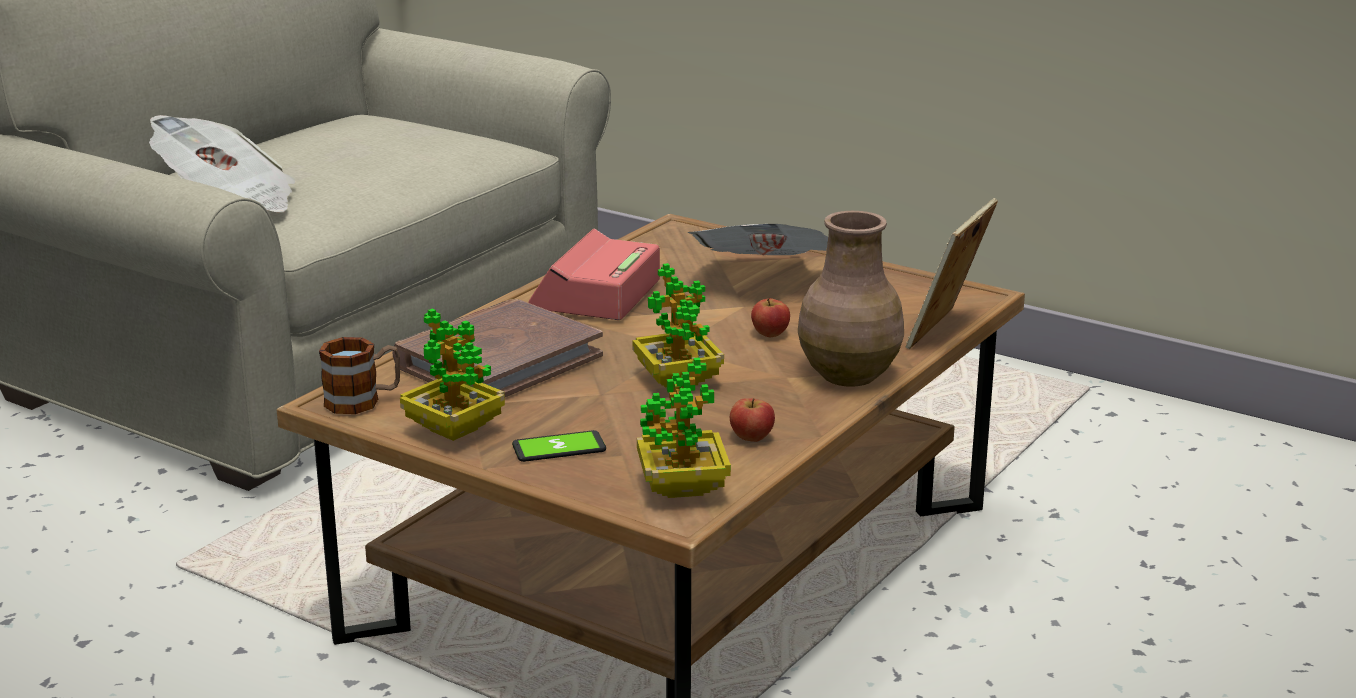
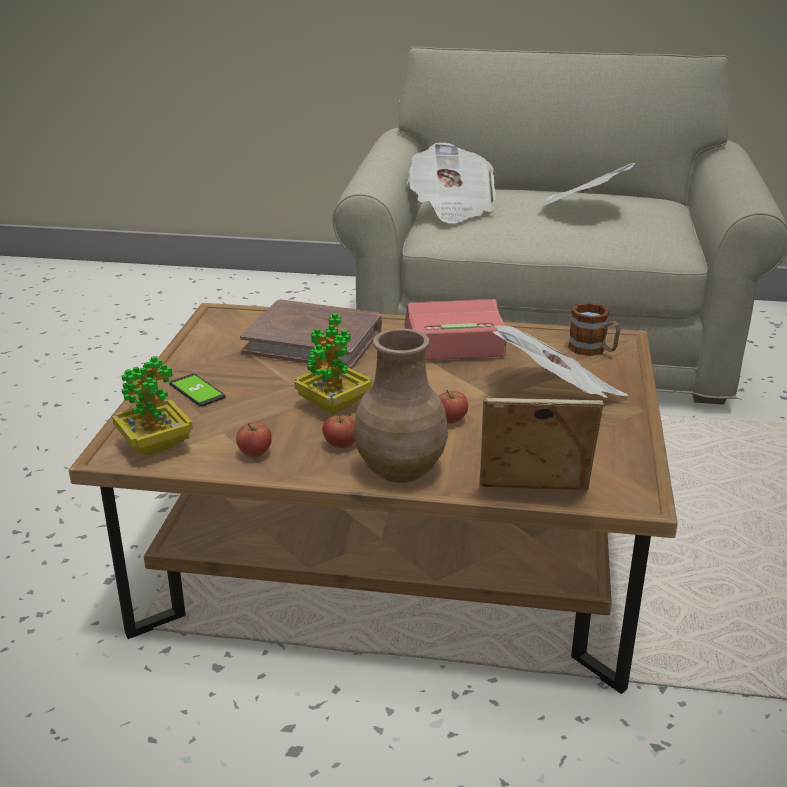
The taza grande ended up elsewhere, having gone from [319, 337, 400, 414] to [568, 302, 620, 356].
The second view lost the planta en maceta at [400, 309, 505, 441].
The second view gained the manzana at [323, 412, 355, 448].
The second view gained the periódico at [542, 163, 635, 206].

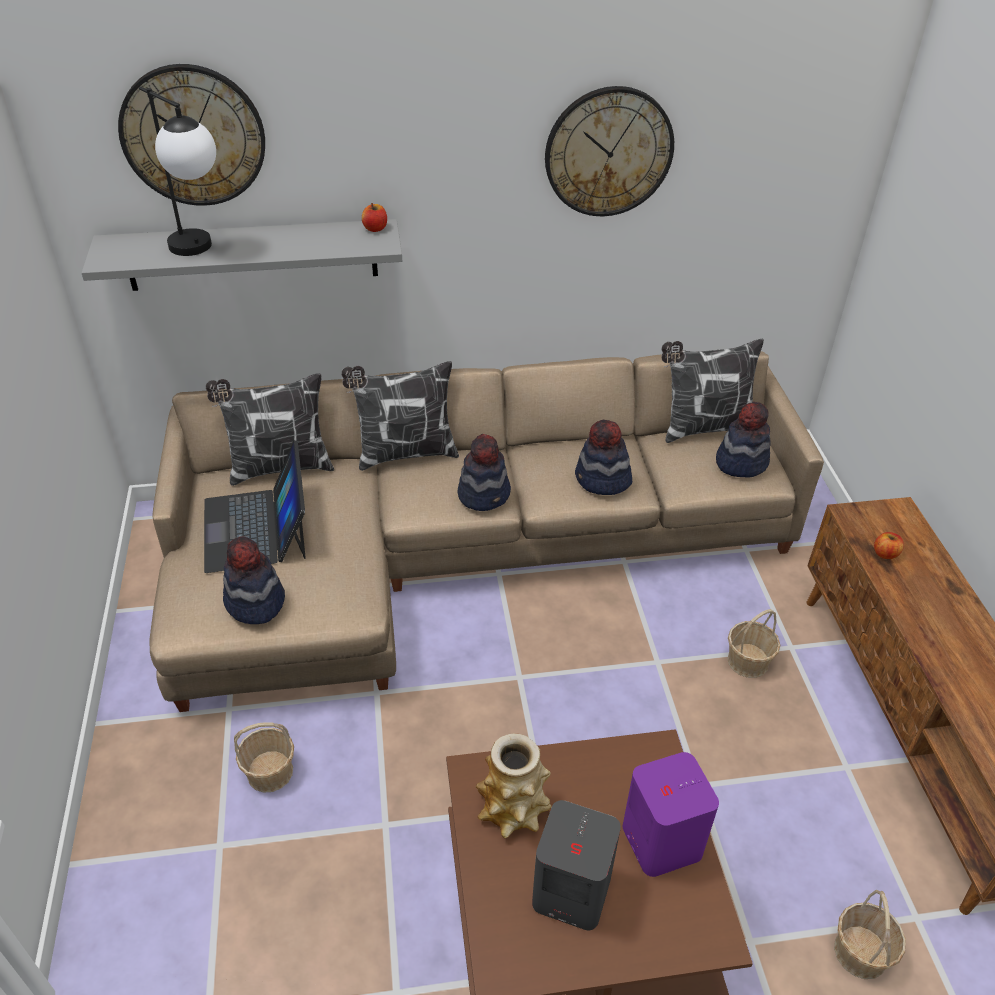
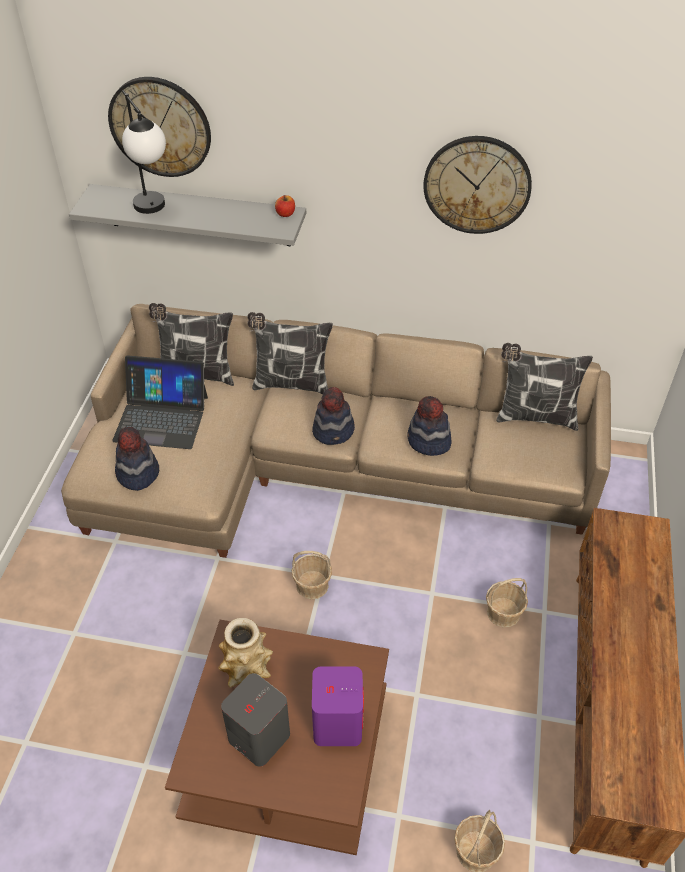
The portátil at [204, 441, 306, 573] ended up facing another way, 90 degrees counterclockwise from before.
The cesta ended up elsewhere, having gone from [234, 722, 294, 793] to [292, 551, 332, 599].
The second view lost the sombrero at [716, 402, 771, 477].
The second view lost the manzana at [874, 532, 904, 559].

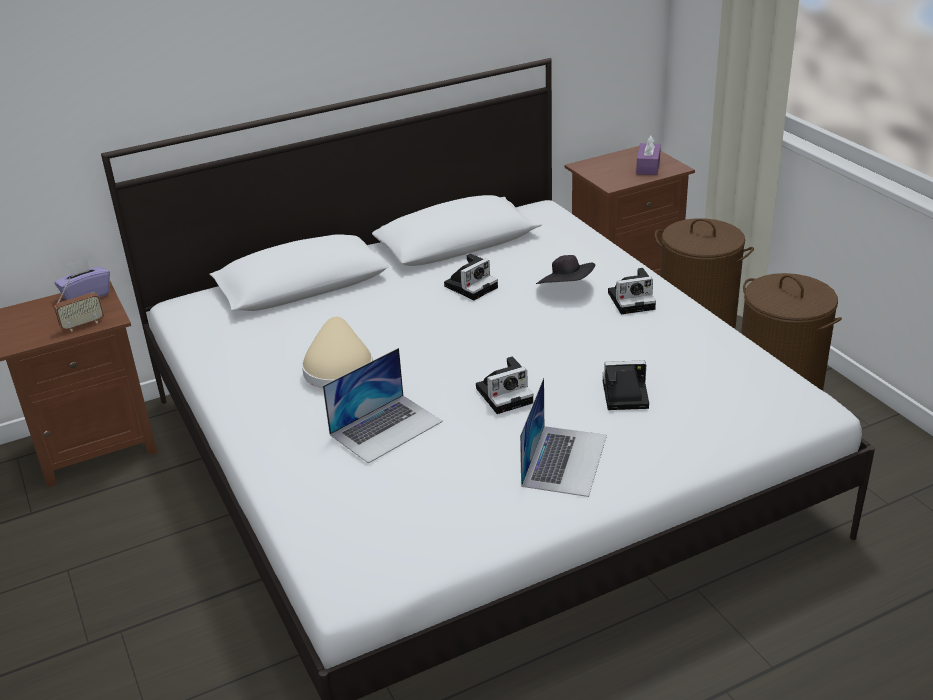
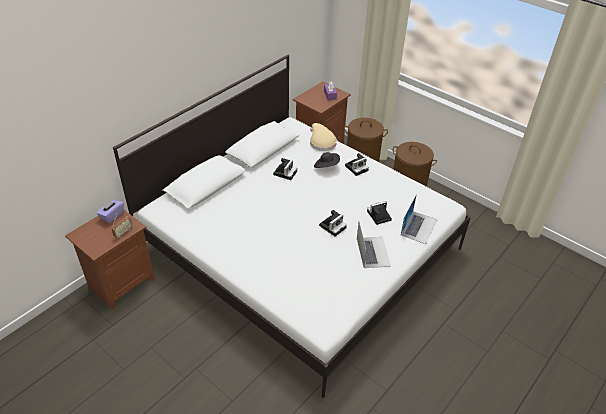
The sombrero [beis] ended up elsewhere, having gone from [302, 317, 373, 389] to [310, 123, 337, 151].
The portátil ended up elsewhere, having gone from [323, 348, 443, 464] to [401, 194, 437, 244].

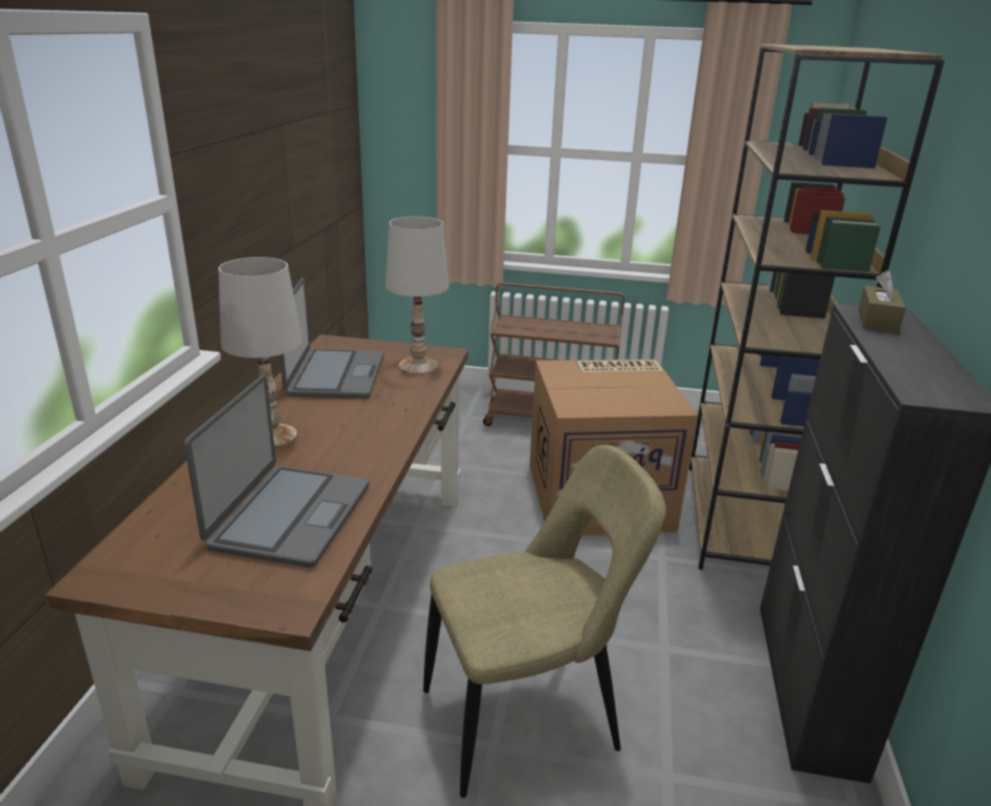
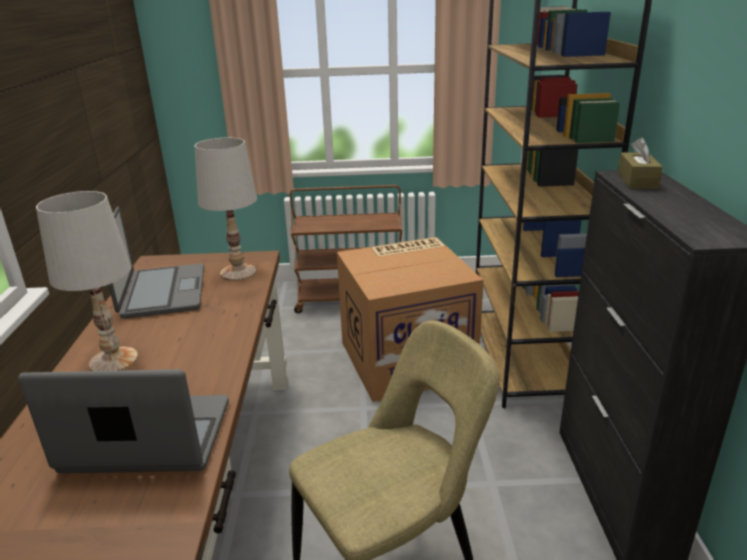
The portátil at [184, 375, 369, 568] ended up facing another way, 90 degrees counterclockwise from before.

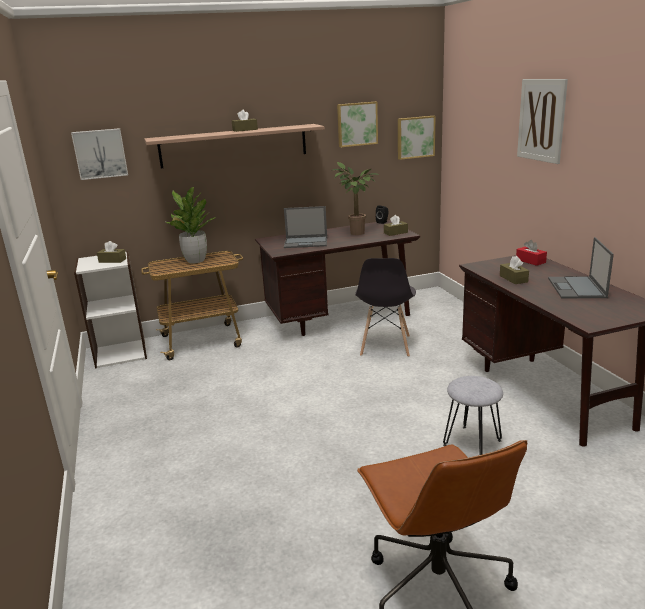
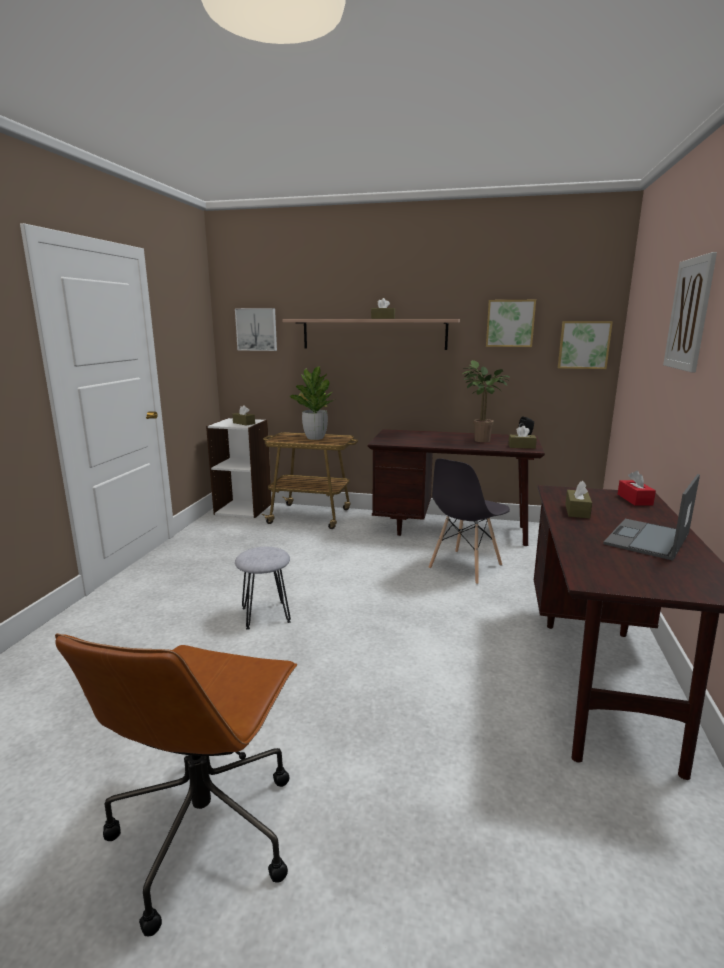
The second view lost the portátil at [284, 206, 327, 248].
The taburete [gris] ended up elsewhere, having gone from [443, 376, 503, 455] to [235, 547, 291, 630].

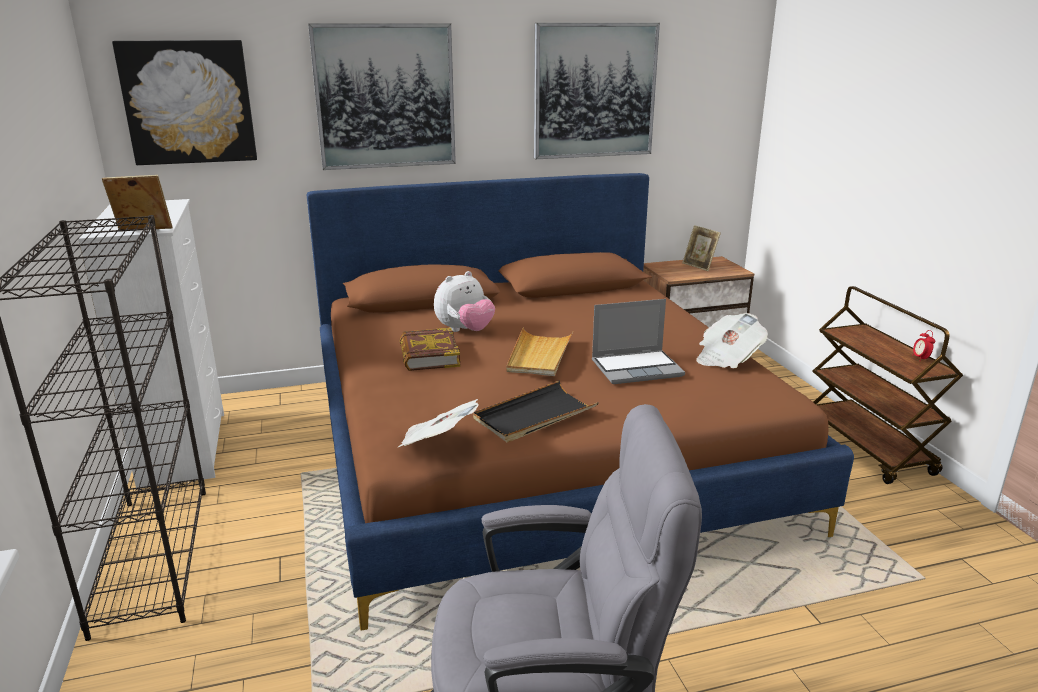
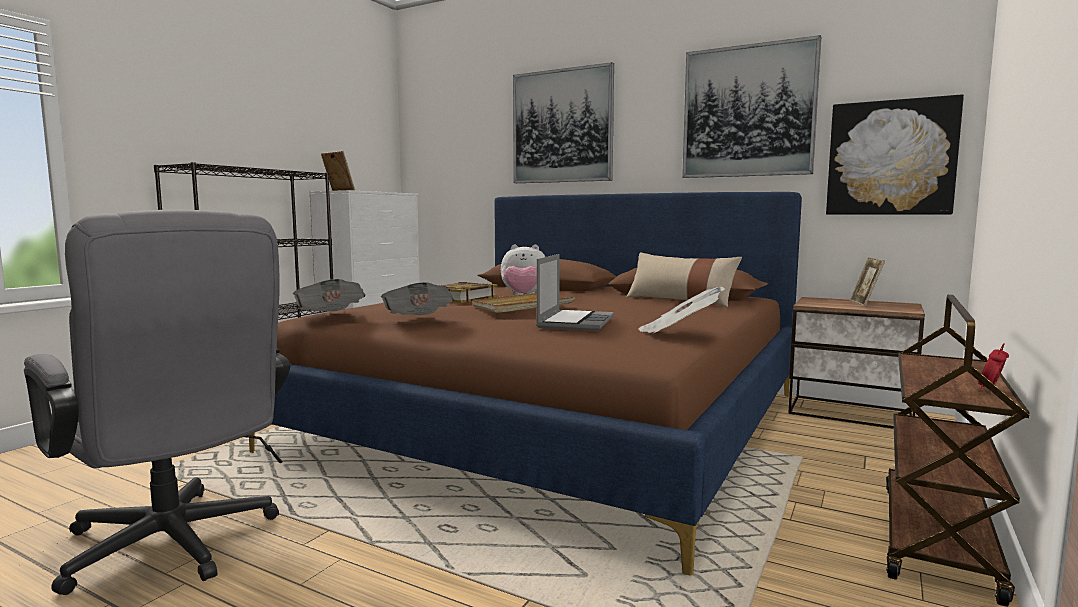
The cuadro ended up elsewhere, having gone from [112, 40, 257, 165] to [826, 95, 964, 215].
Where the bandeja [negro] stood at [473, 381, 599, 442], the periódico came to stand at [381, 282, 454, 315].
The portátil at [592, 299, 685, 384] ended up facing another way, 105 degrees counterclockwise from before.
The second view gained the cojín [beis] at [627, 252, 742, 307].

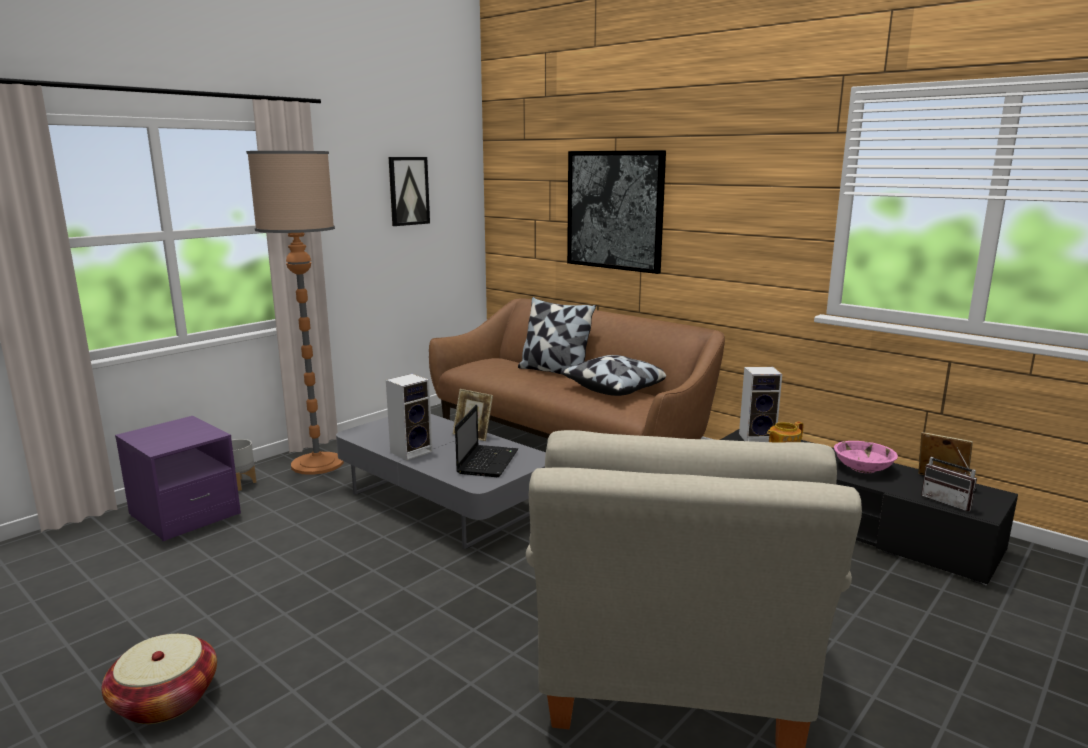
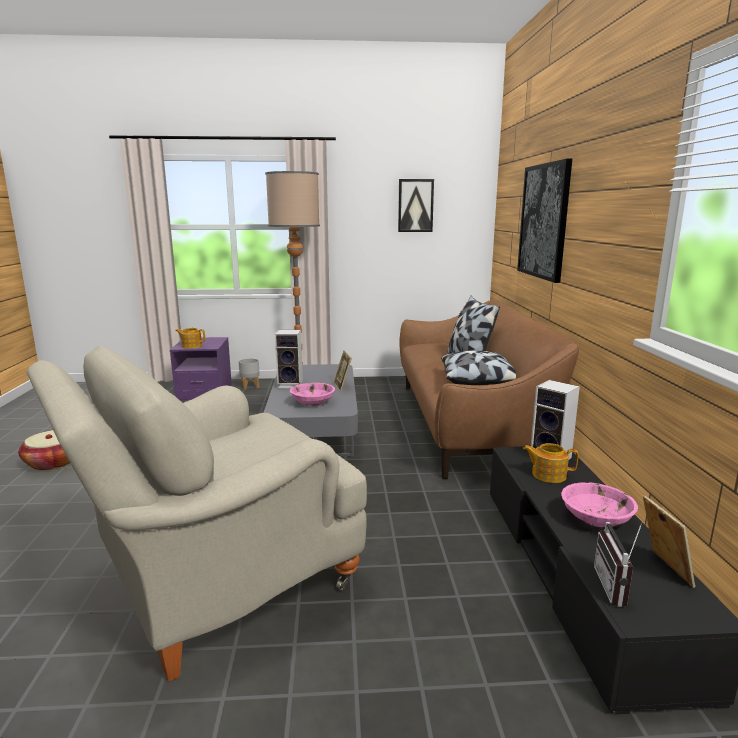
Where the portátil stood at [455, 405, 518, 477], the cuenco [rosa] came to stand at [290, 383, 335, 406].
The second view gained the tetera at [176, 328, 205, 349].

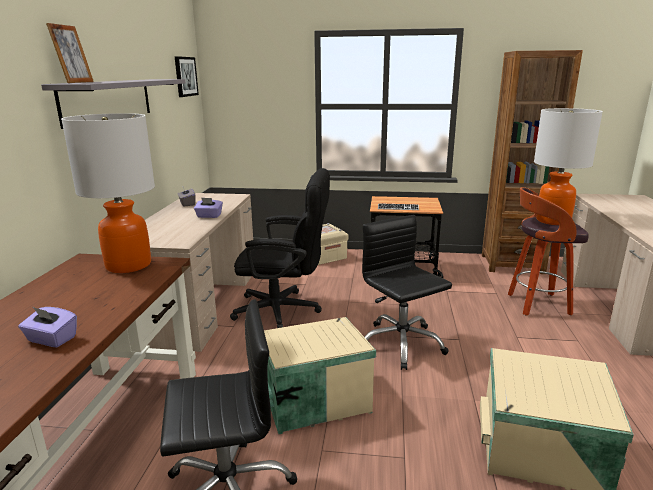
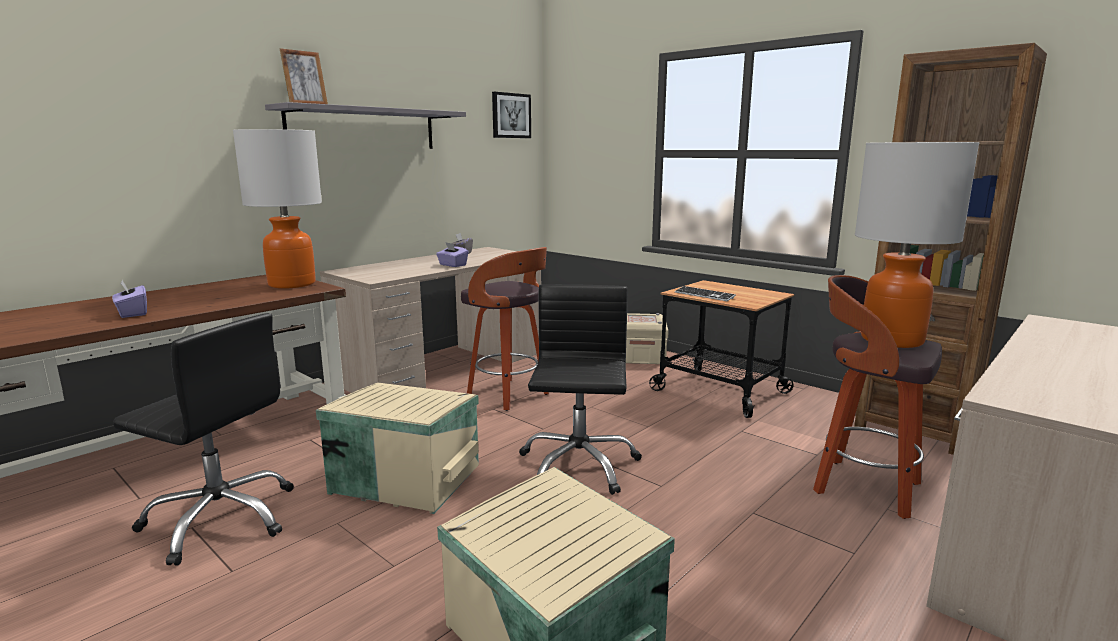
Where the silla de oficina [negro] stood at [230, 168, 330, 328], the taburete came to stand at [461, 247, 549, 411].

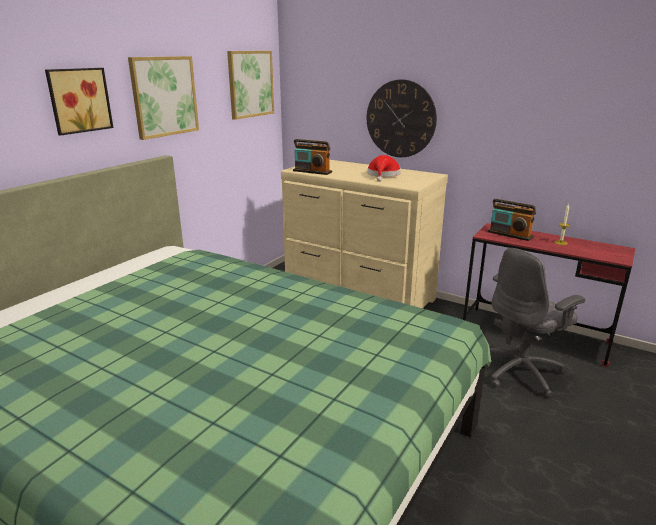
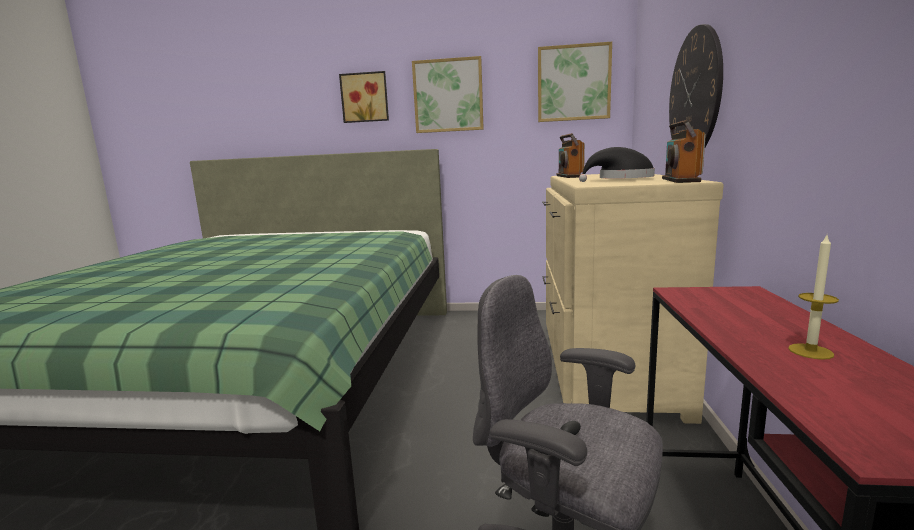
What was the sombrero [rojo] at [367, 155, 401, 182] turned into the sombrero [negro] at [579, 147, 655, 182].
The radio ended up elsewhere, having gone from [487, 199, 536, 241] to [662, 120, 706, 183].

